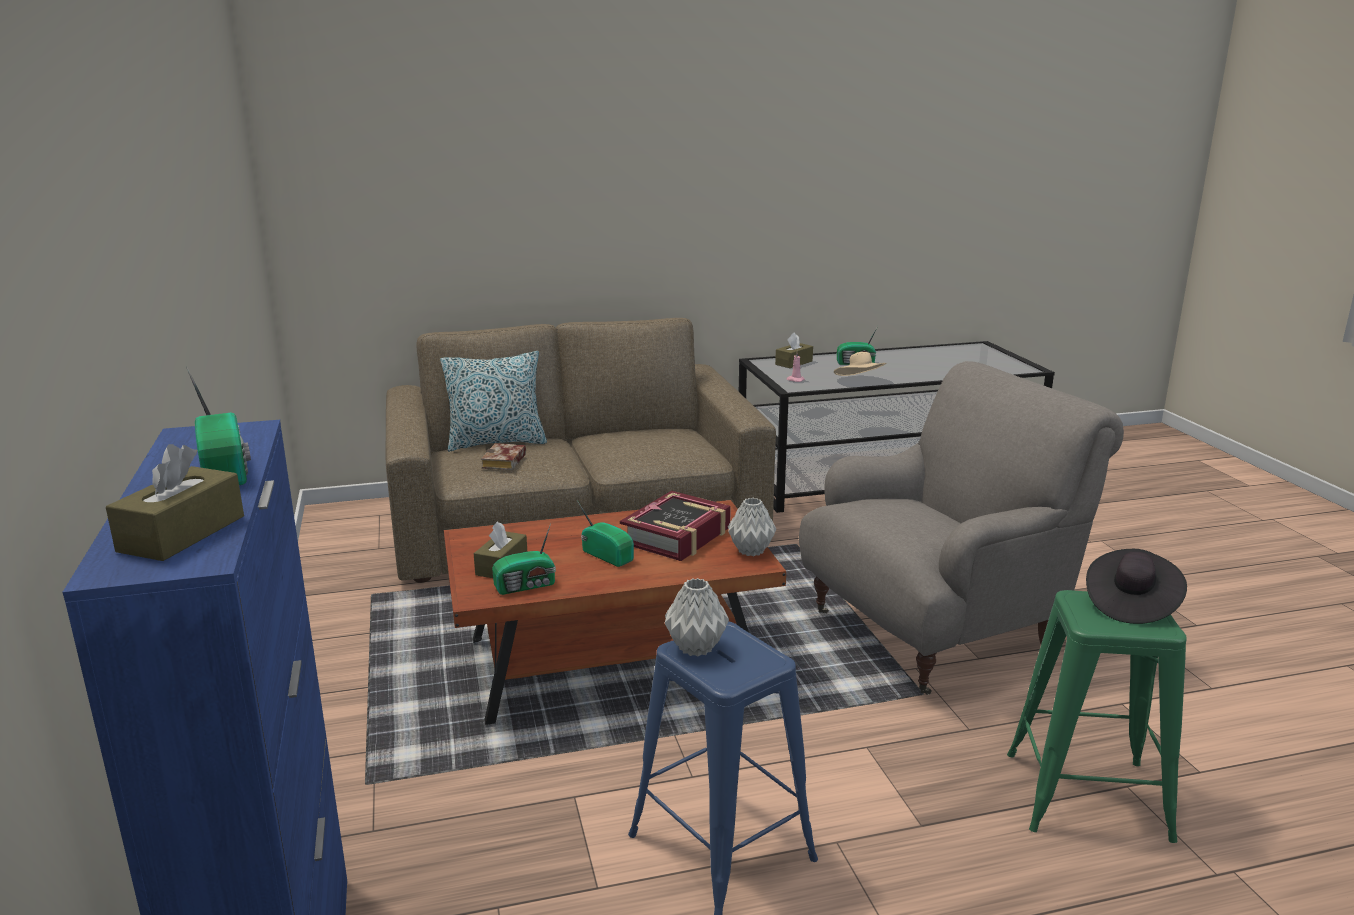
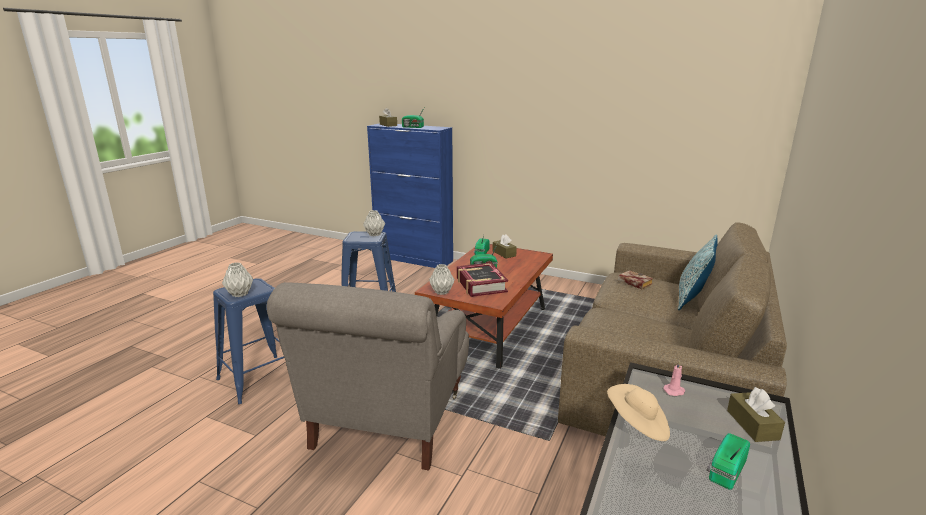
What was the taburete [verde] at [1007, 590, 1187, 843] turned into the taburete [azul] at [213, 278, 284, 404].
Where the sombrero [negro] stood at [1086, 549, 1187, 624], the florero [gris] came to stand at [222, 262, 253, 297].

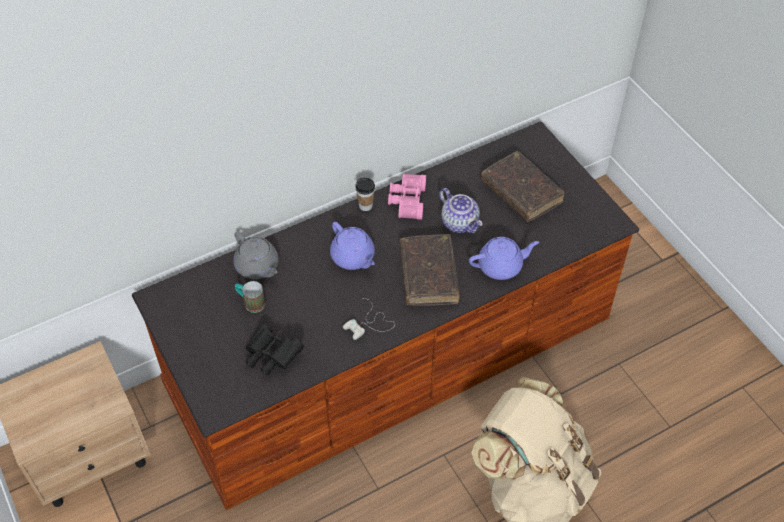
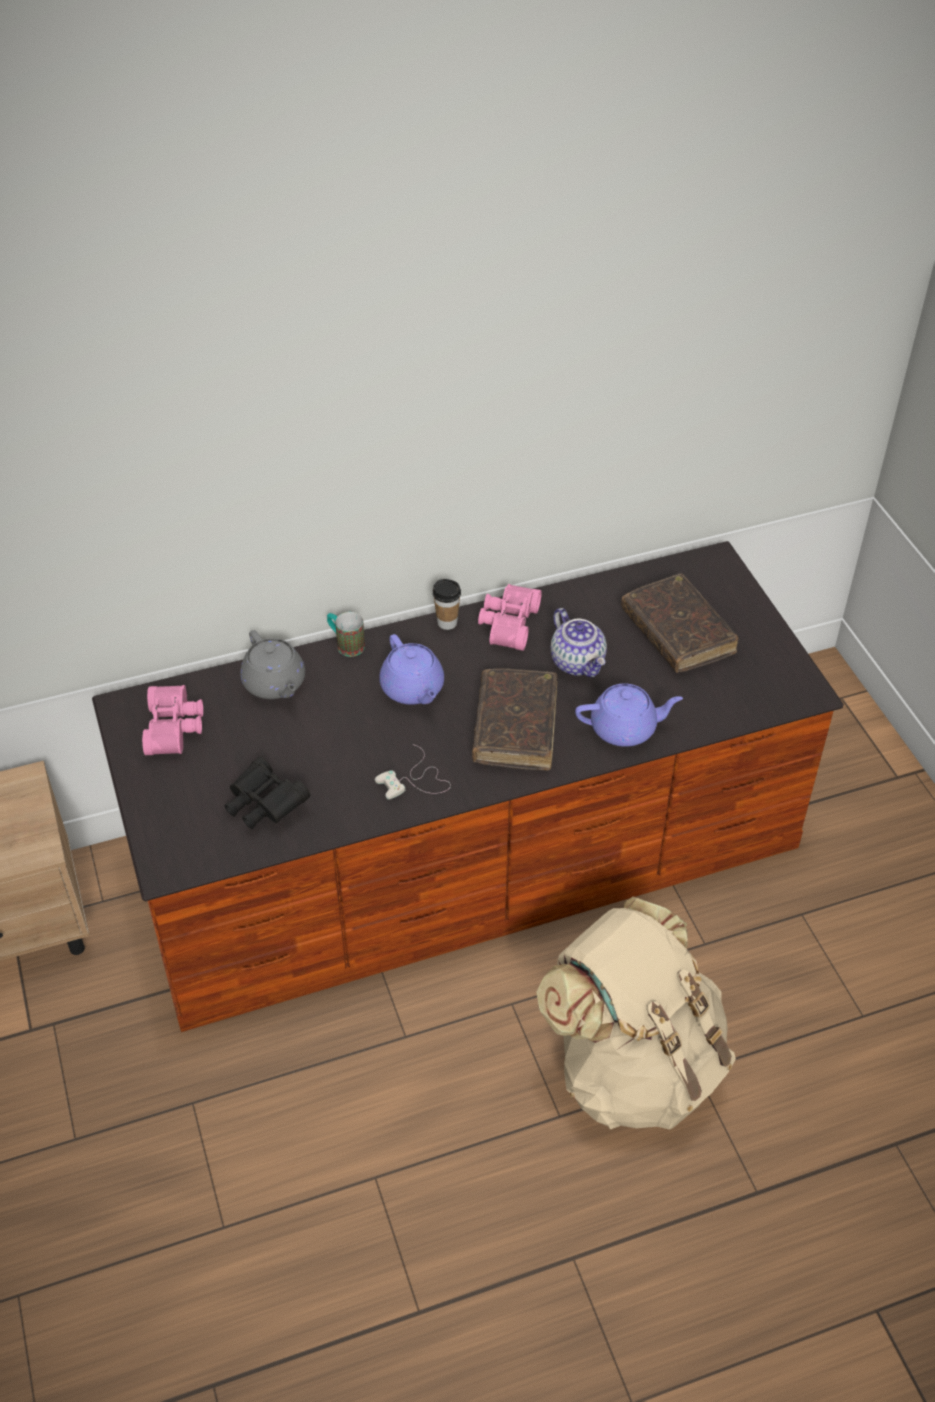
The taza grande ended up elsewhere, having gone from [235, 281, 265, 313] to [327, 612, 365, 657].
The second view gained the prismáticos [rosa] at [142, 685, 203, 755].

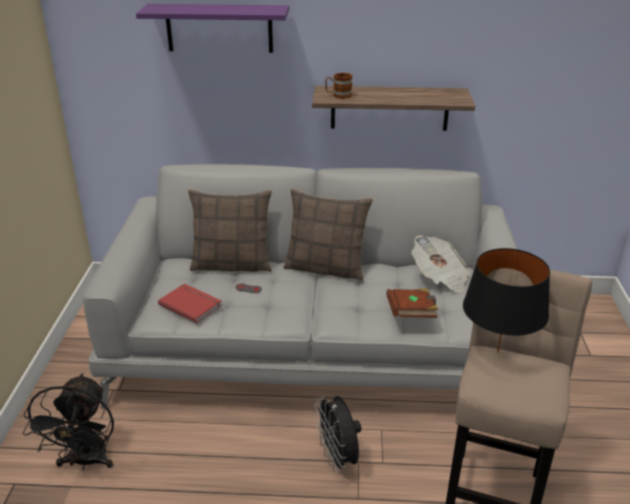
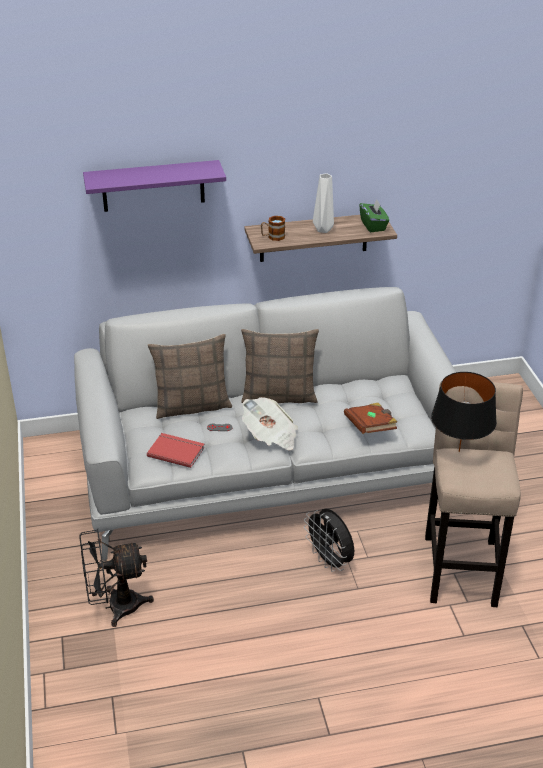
The ventilador [negro] at [23, 373, 114, 471] ended up facing another way, 90 degrees clockwise from before.
The periódico ended up elsewhere, having gone from [411, 235, 470, 293] to [242, 397, 298, 450].
The second view gained the florero [blanco] at [313, 173, 334, 233].
The second view gained the caja de pañuelos [verde] at [359, 199, 389, 232].

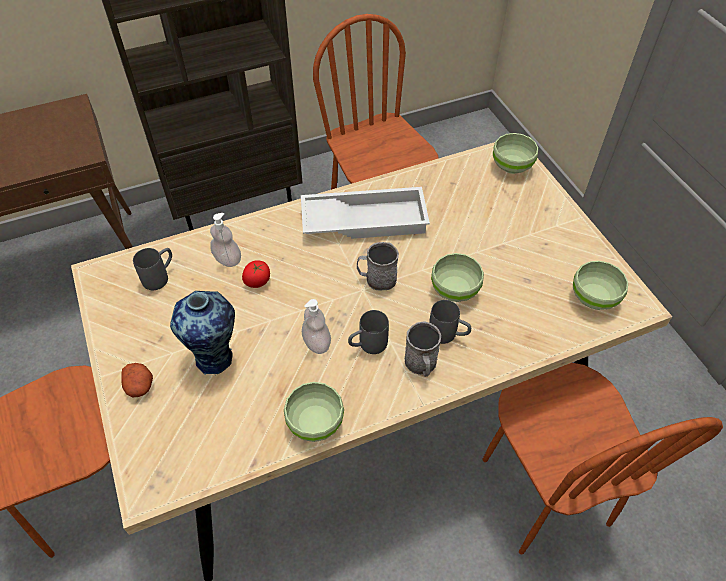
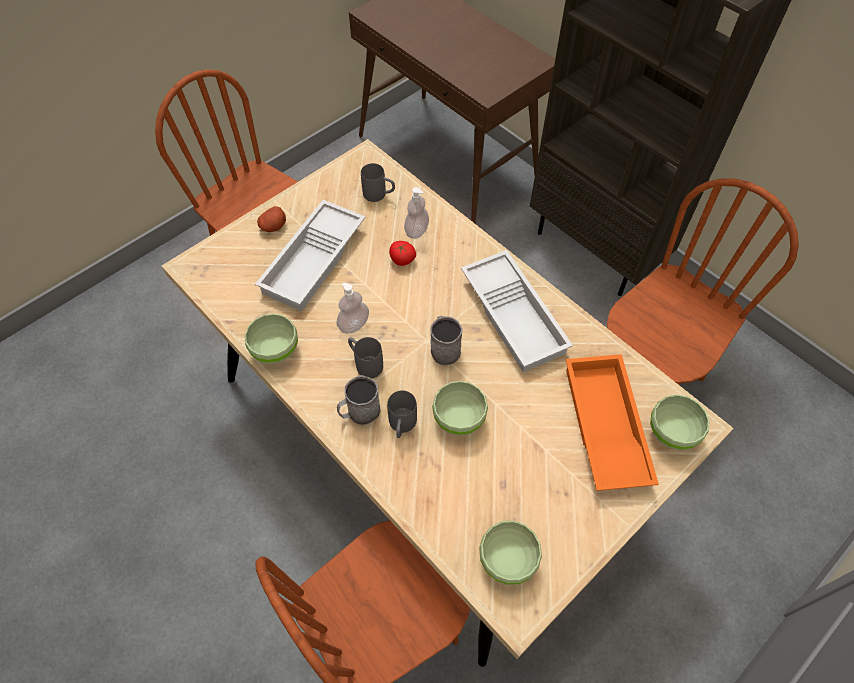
Where the florero stood at [170, 291, 235, 376], the bandeja [blanco] came to stand at [255, 200, 366, 311].
The second view gained the bandeja [naranja] at [566, 354, 659, 491].

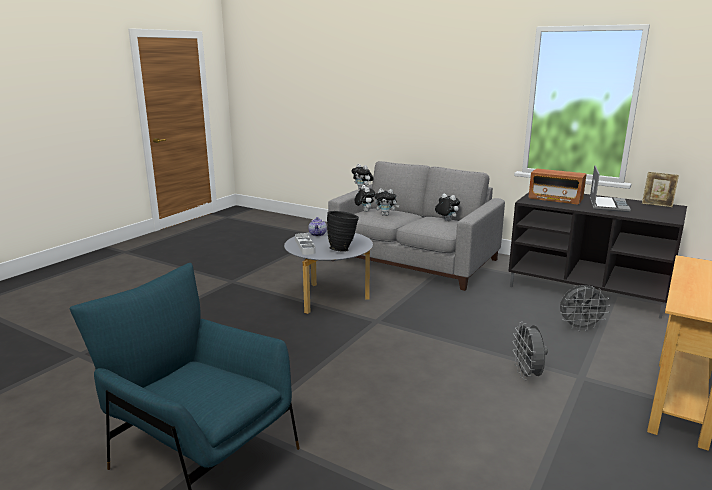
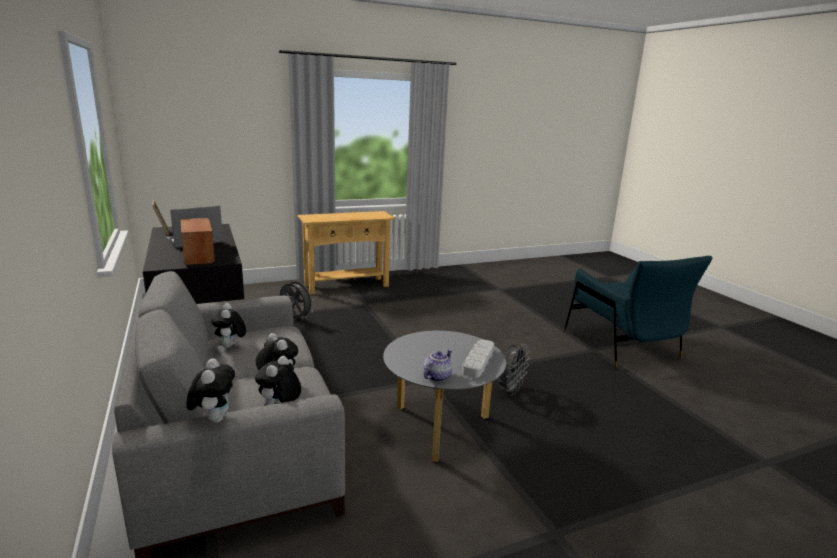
The second view lost the florero [negro] at [327, 211, 359, 251].
The ventilador [gris] ended up elsewhere, having gone from [512, 322, 548, 380] to [497, 344, 530, 396].

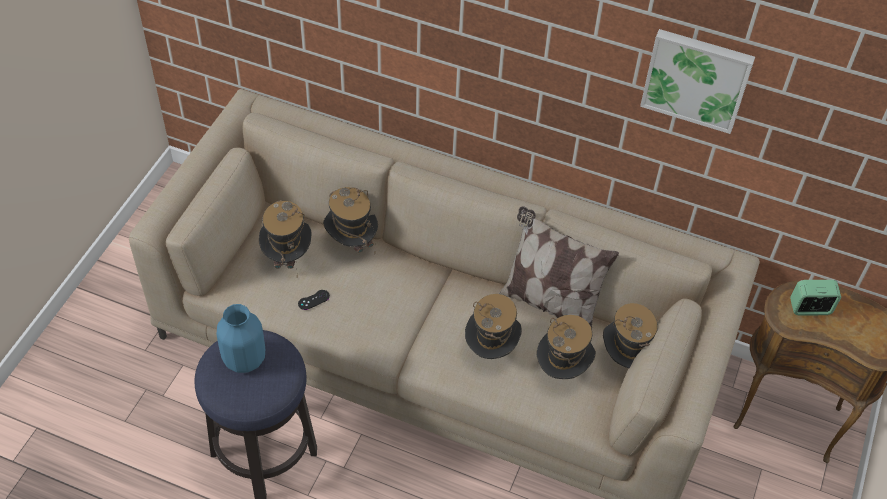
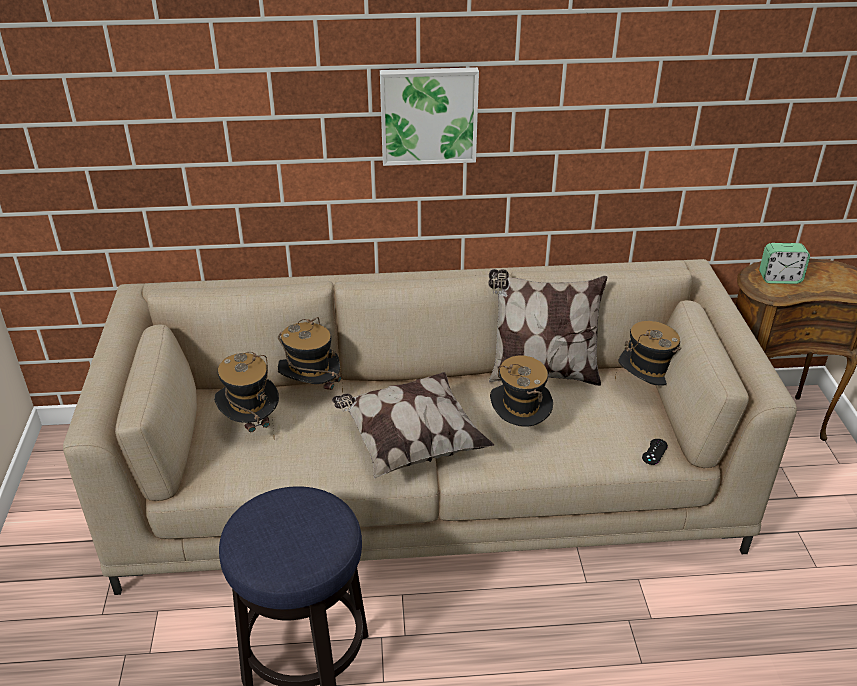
The second view lost the florero [azul] at [217, 304, 265, 373].
The mando de consola [negro] ended up elsewhere, having gone from [298, 290, 330, 310] to [642, 439, 668, 465].
The second view lost the sombrero at [537, 315, 596, 379].
The cuadro ended up elsewhere, having gone from [640, 29, 755, 134] to [380, 67, 479, 166].
The despertador at [790, 280, 841, 315] ended up facing another way, 150 degrees counterclockwise from before.
The second view gained the cojín at [332, 372, 494, 479].

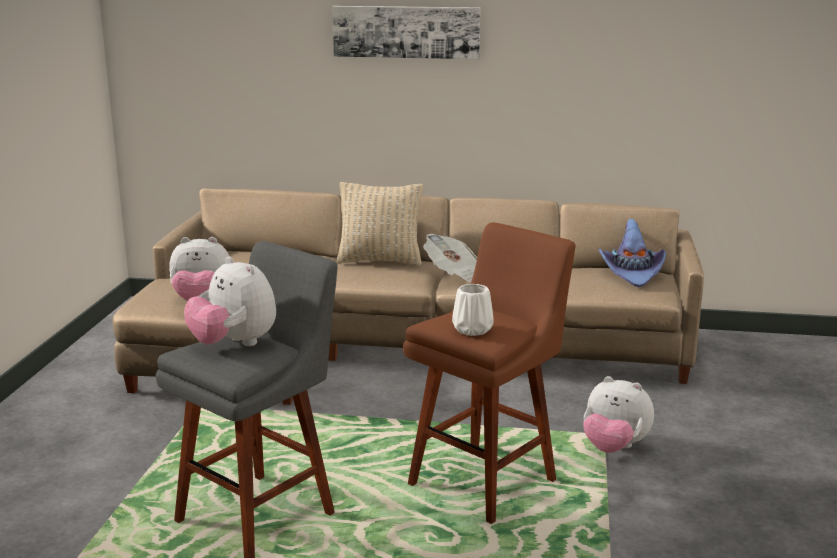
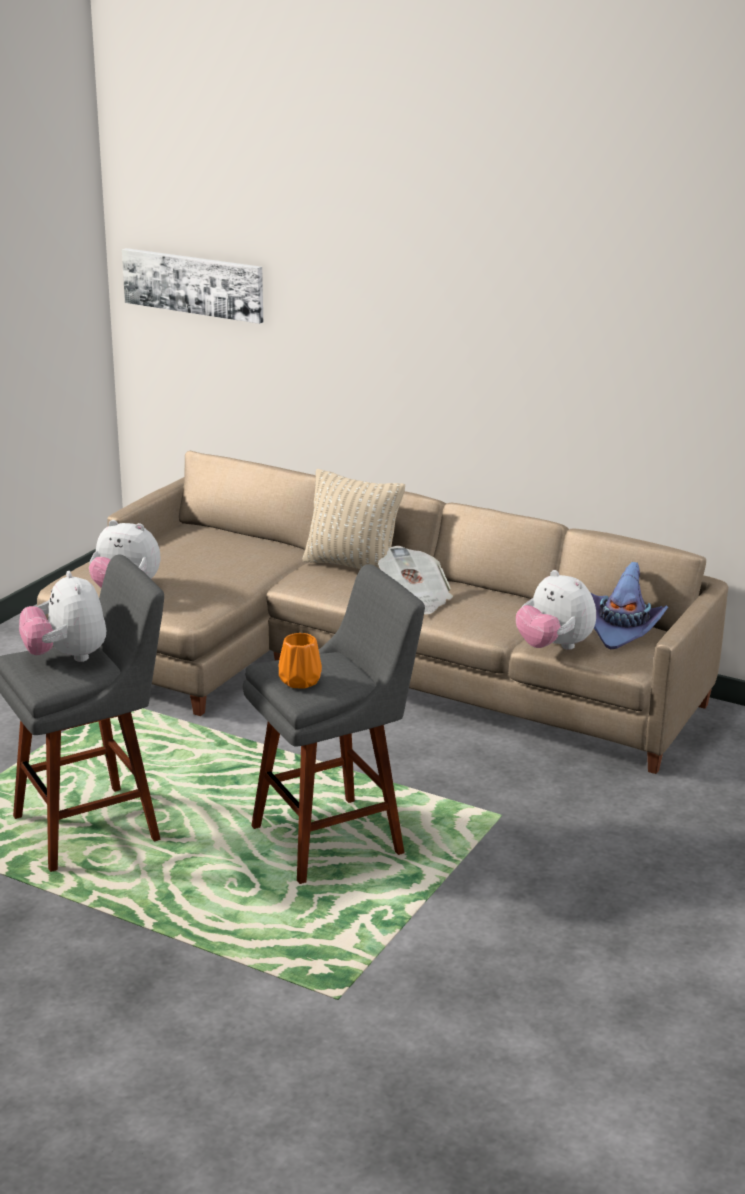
The cuadro ended up elsewhere, having gone from [332, 6, 481, 59] to [122, 248, 263, 324].
What was the taburete [marrón] at [403, 223, 575, 524] turned into the taburete [gris] at [243, 564, 425, 884].
What was the florero [blanco] at [452, 284, 494, 336] turned into the florero [naranja] at [279, 633, 322, 689].
The peluche ended up elsewhere, having gone from [583, 376, 654, 453] to [516, 570, 596, 650].

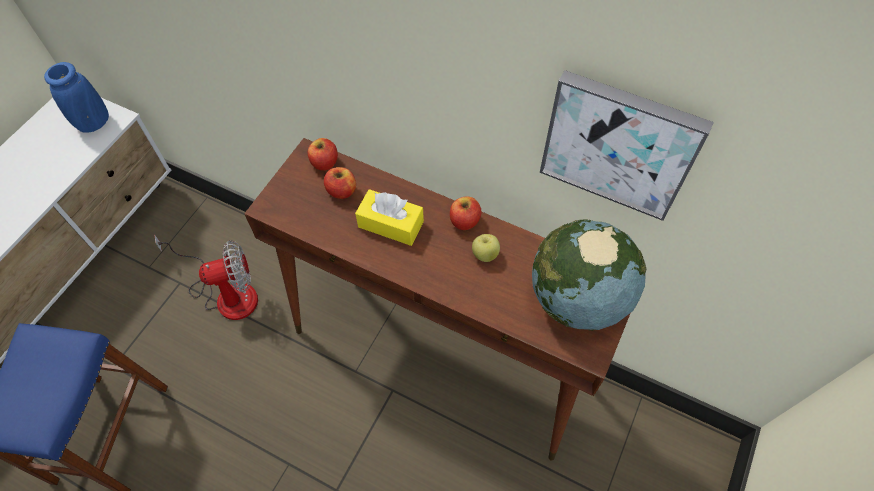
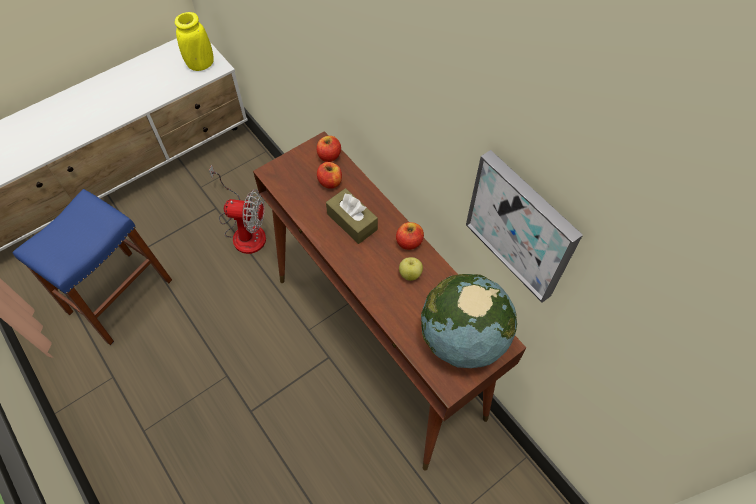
What was the florero [azul] at [44, 62, 109, 133] turned into the florero [amarillo] at [175, 12, 214, 71].
What was the caja de pañuelos [amarillo] at [355, 189, 424, 246] turned into the caja de pañuelos [marrón] at [326, 188, 378, 244].

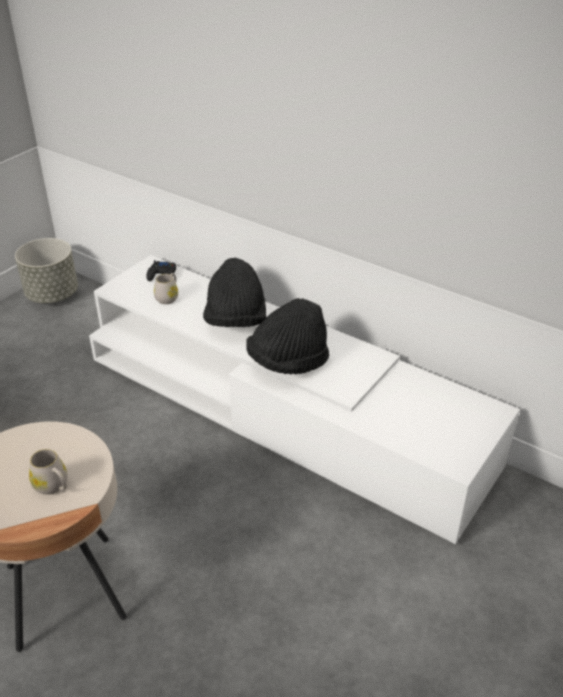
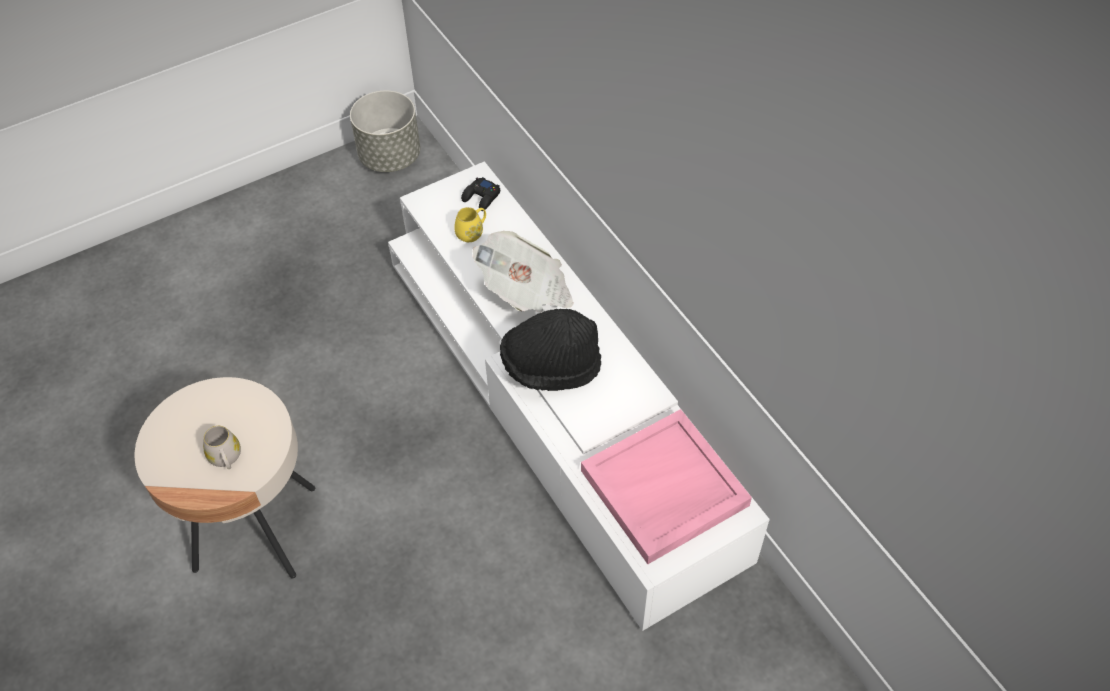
What was the taza grande [blanco] at [154, 273, 178, 304] turned into the taza grande [amarillo] at [454, 207, 486, 242].
Where the sombrero [negro] stood at [203, 258, 266, 327], the periódico came to stand at [472, 231, 574, 313].
The second view gained the bandeja [rosa] at [581, 409, 752, 564].

